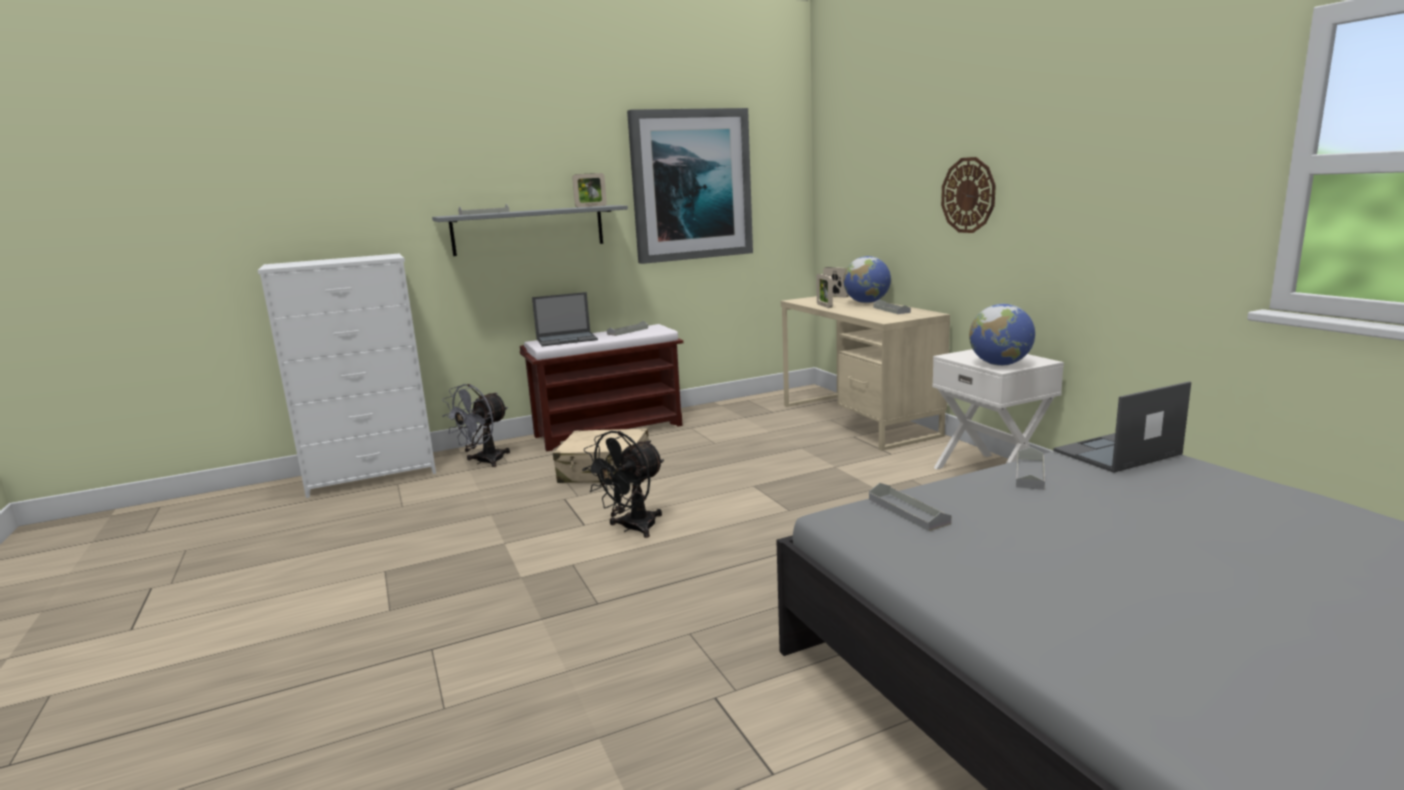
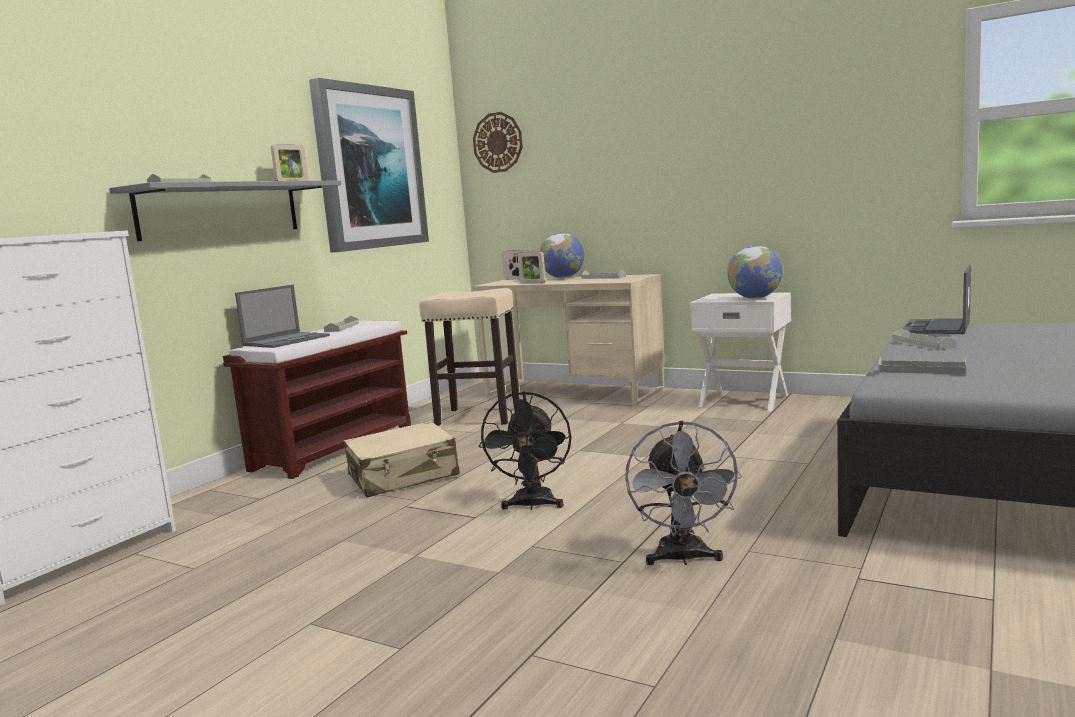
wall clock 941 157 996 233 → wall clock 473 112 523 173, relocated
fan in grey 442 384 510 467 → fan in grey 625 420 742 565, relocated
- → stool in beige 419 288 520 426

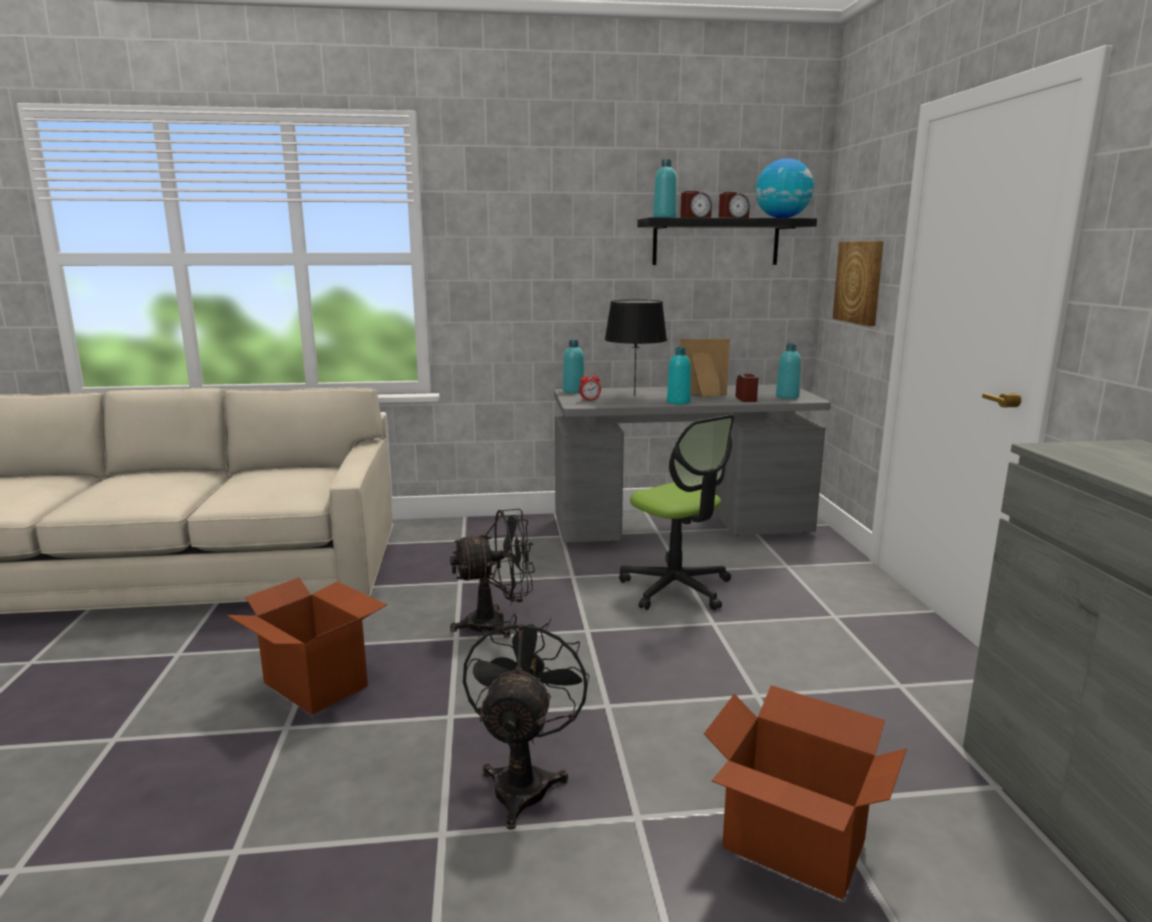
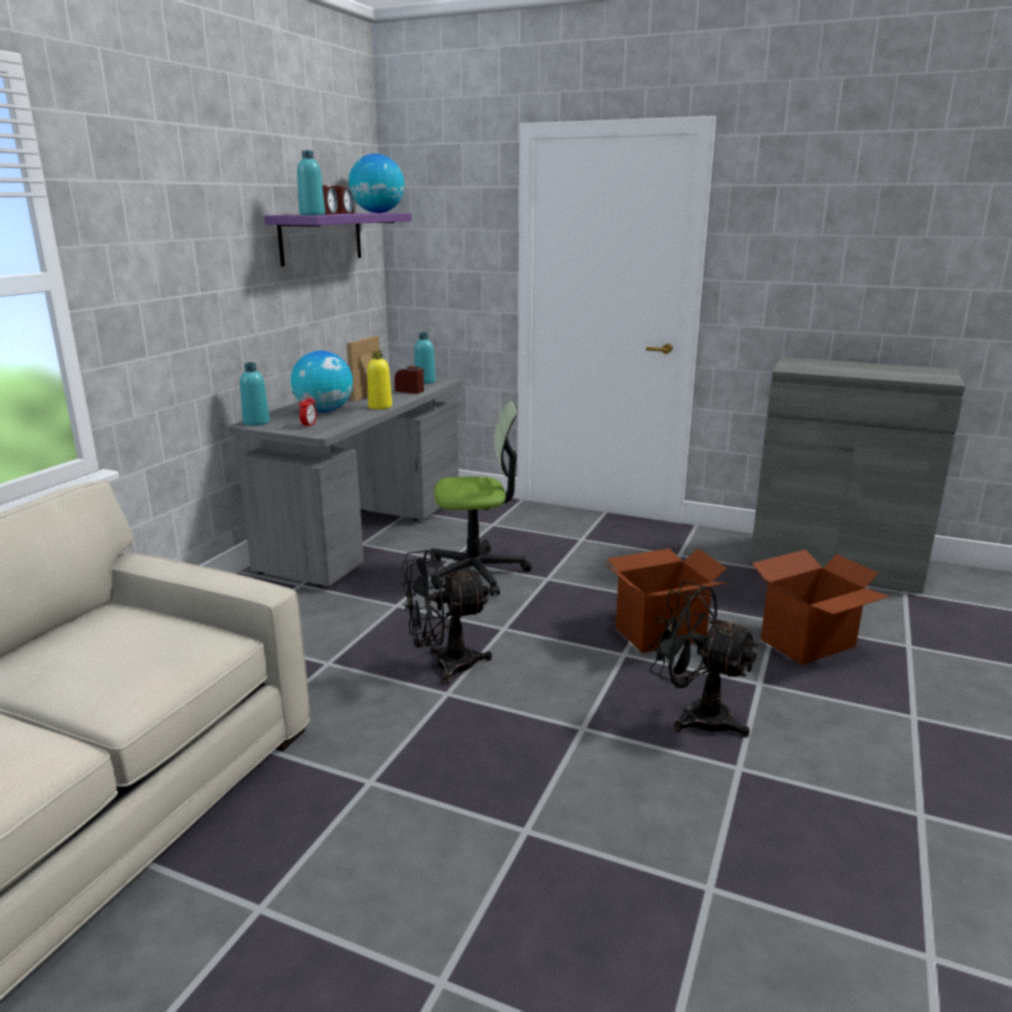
shelf in black 637 218 817 265 → shelf in purple 264 213 412 267
picture 833 241 884 326 → -
table lamp in black 605 300 667 396 → globe 291 351 353 412
bottle in turquoise 667 347 691 404 → bottle in yellow 367 351 392 409
fan in black 450 509 535 638 → fan in black 402 550 492 684, 120 degrees counterclockwise
cardboard box 227 578 387 715 → cardboard box 605 548 728 653, relocated

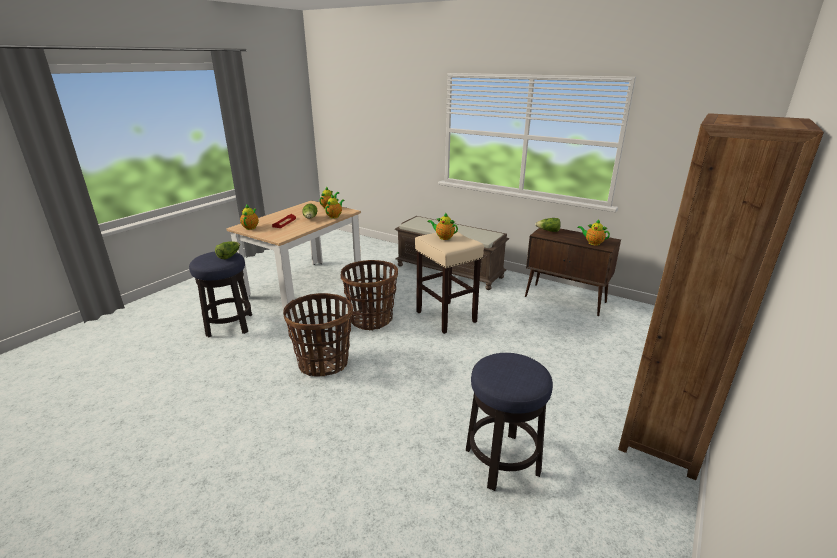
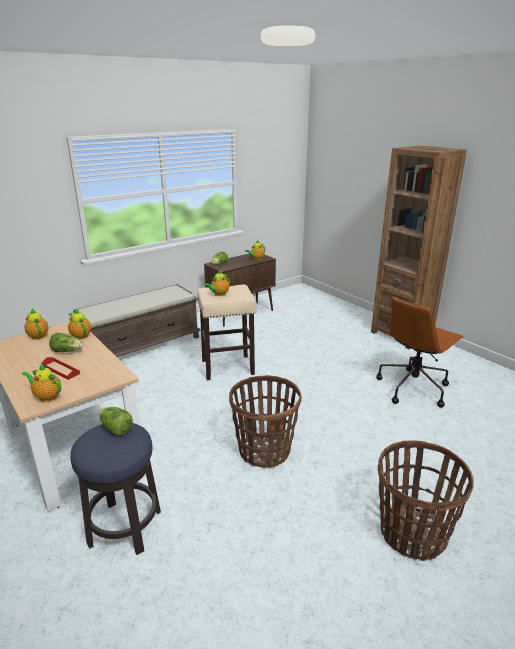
basket 340 260 398 330 → basket 378 440 474 561, relocated
stool 466 353 553 491 → office chair in brown 376 296 464 407

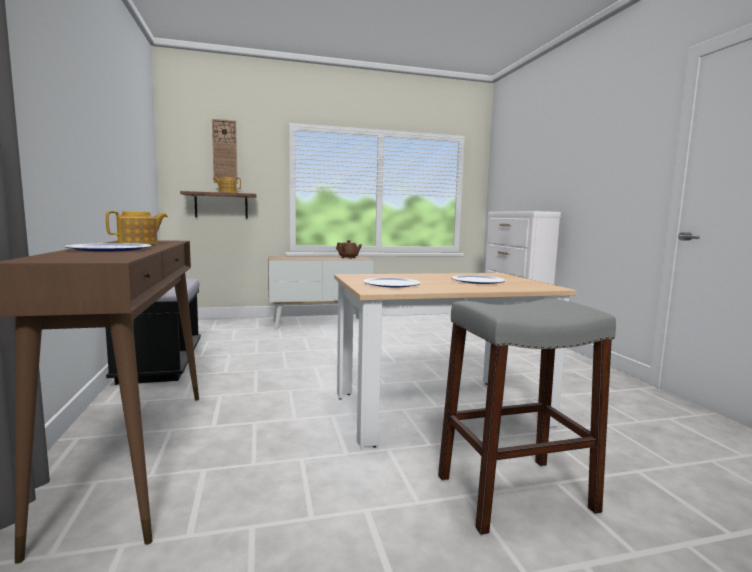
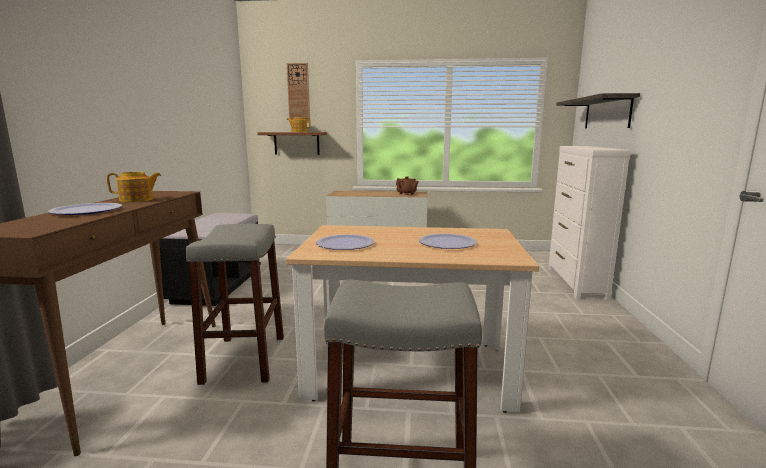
- → shelf 556 93 640 129
- → stool in grey 186 224 284 385

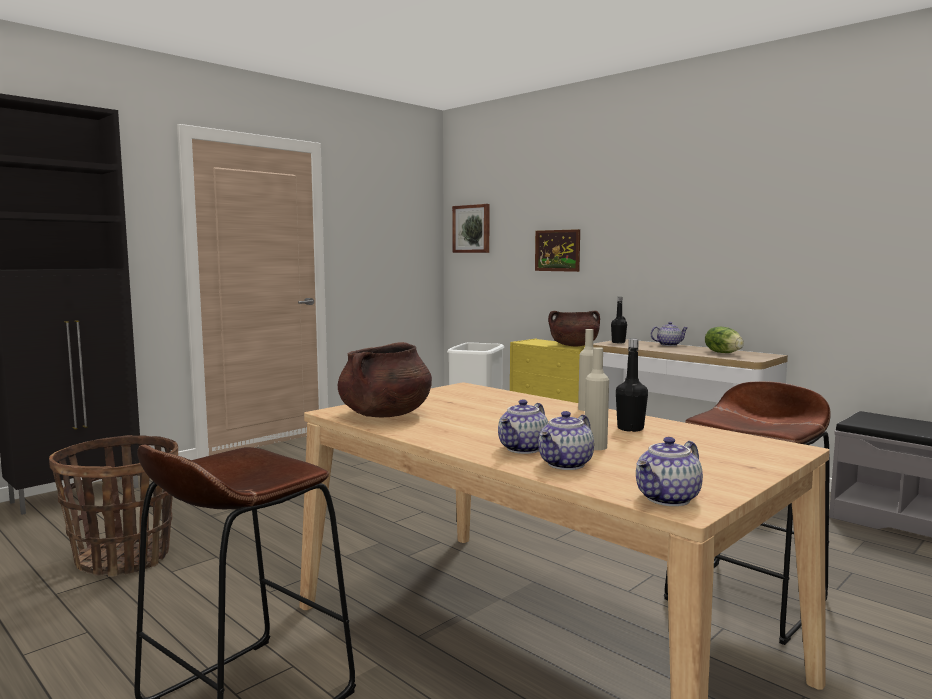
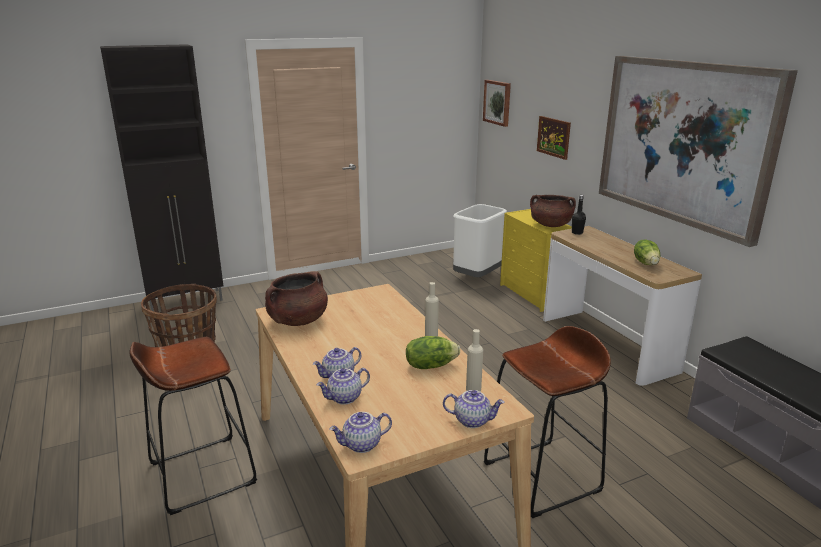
teapot 651 322 688 346 → teapot 443 390 505 428, relocated
bottle in black 616 339 648 432 → lettuce 406 336 460 369
bottle in beige 585 347 609 450 → bottle in beige 466 329 483 392, relocated
- → picture 599 56 798 247

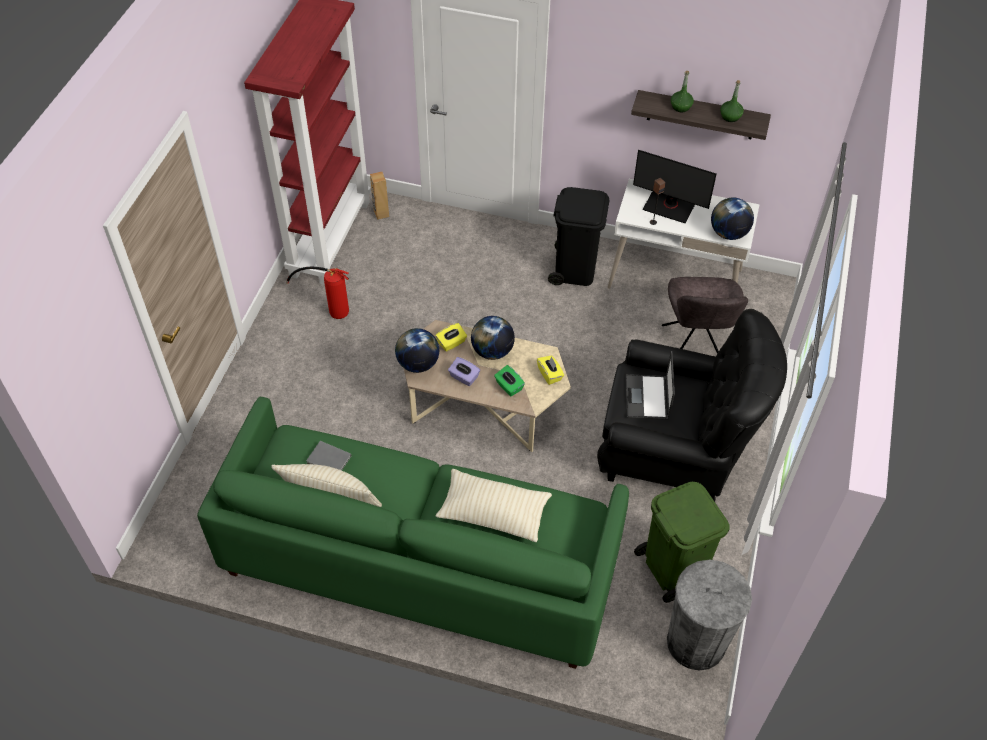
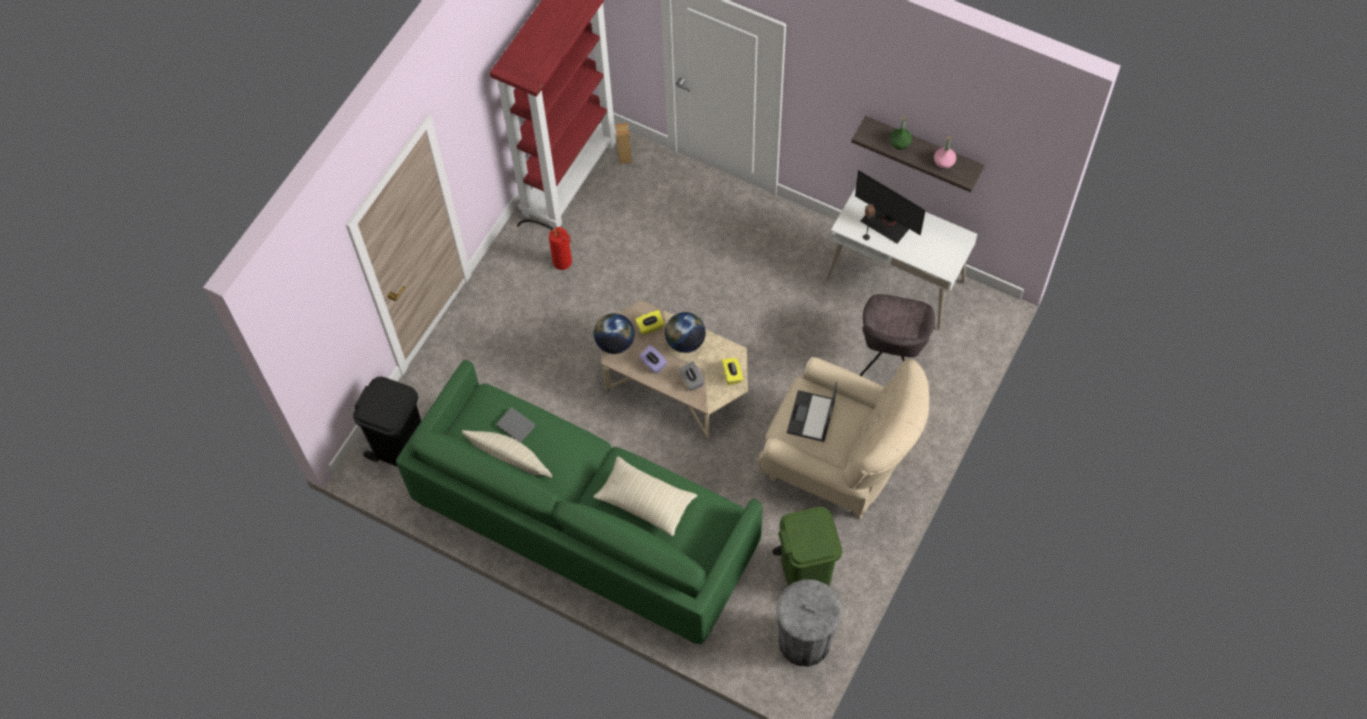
bottle in green 720 80 744 122 → bottle in pink 934 136 956 169
trash can in black 548 187 610 286 → trash can in black 353 377 421 467, relocated
globe 711 198 754 240 → -
armchair in black 597 309 787 501 → armchair in beige 758 357 929 519
tissue box in green 494 365 525 396 → tissue box in grey 679 361 704 391

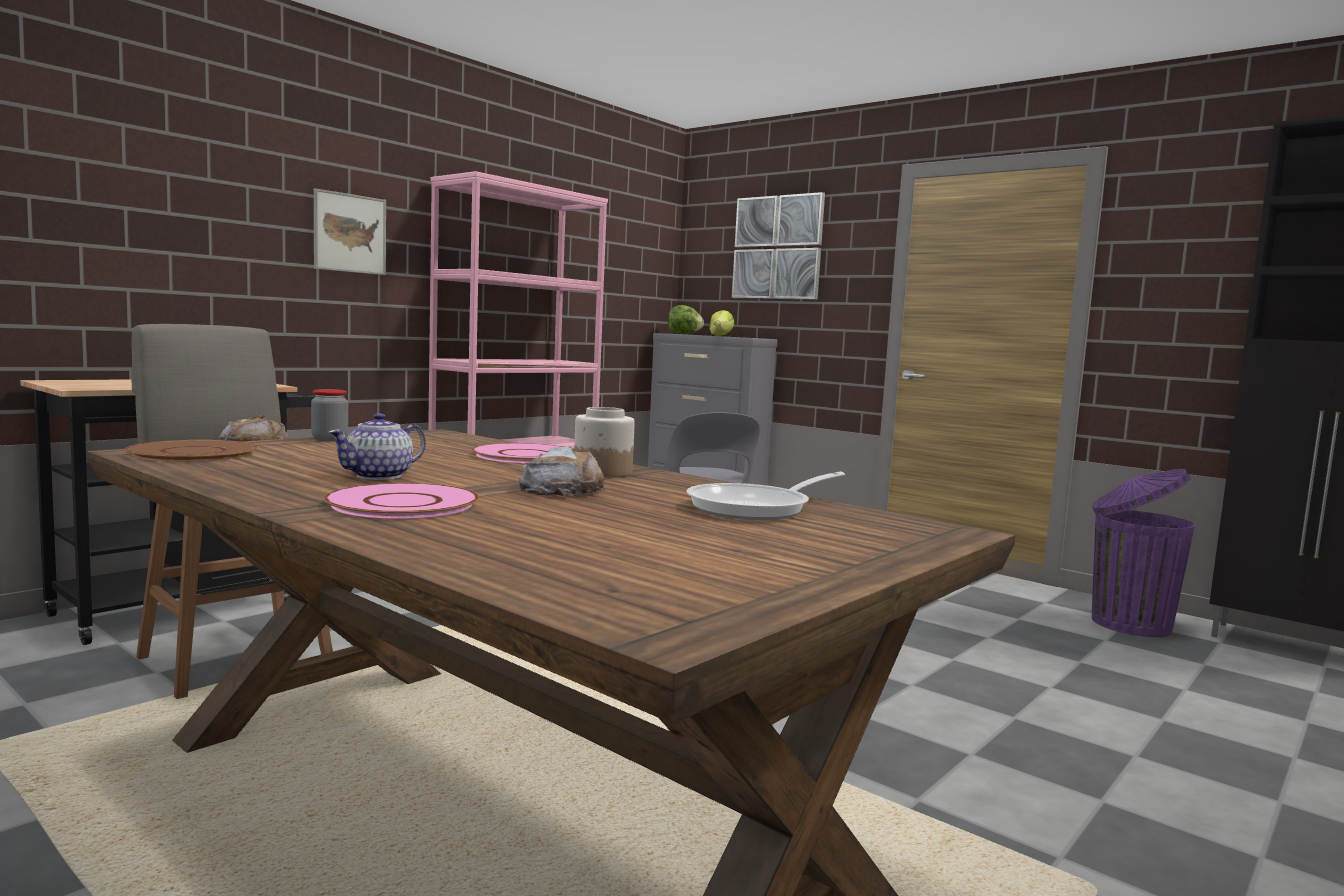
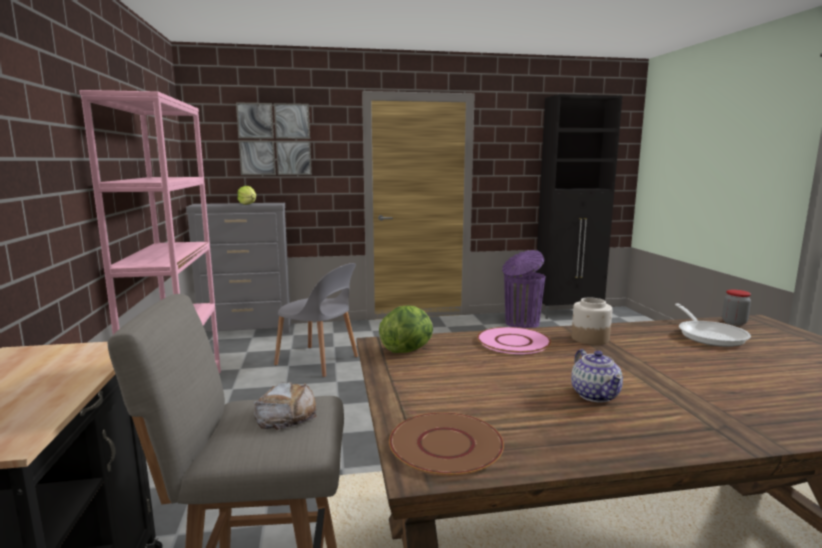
picture 314 188 386 275 → -
lettuce 668 305 704 334 → lettuce 379 306 433 353, relocated
jar 311 389 348 441 → jar 722 290 751 326, relocated
bread 519 446 607 496 → -
plate in pink 323 483 479 519 → -

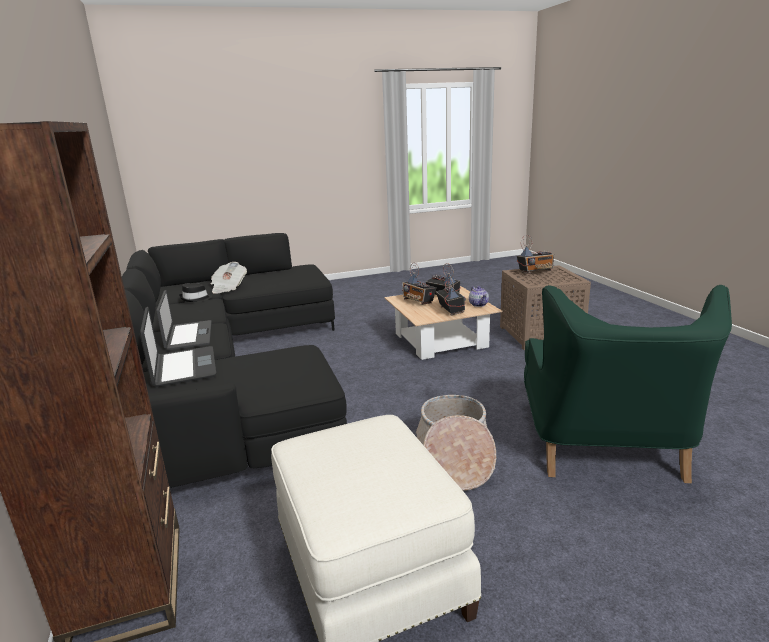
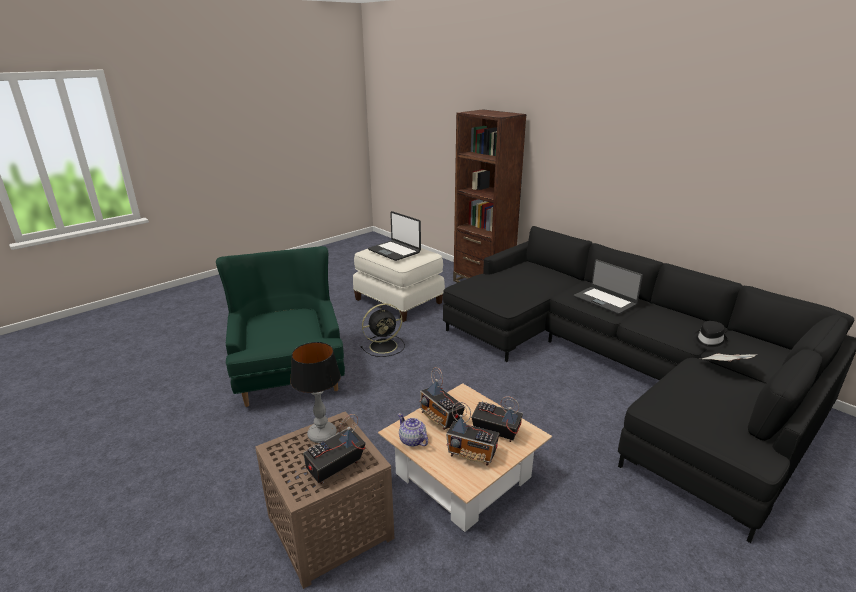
laptop 140 307 216 387 → laptop 368 211 421 261, relocated
basket 416 395 496 491 → fan in black 360 303 405 357
- → table lamp 290 342 341 443

